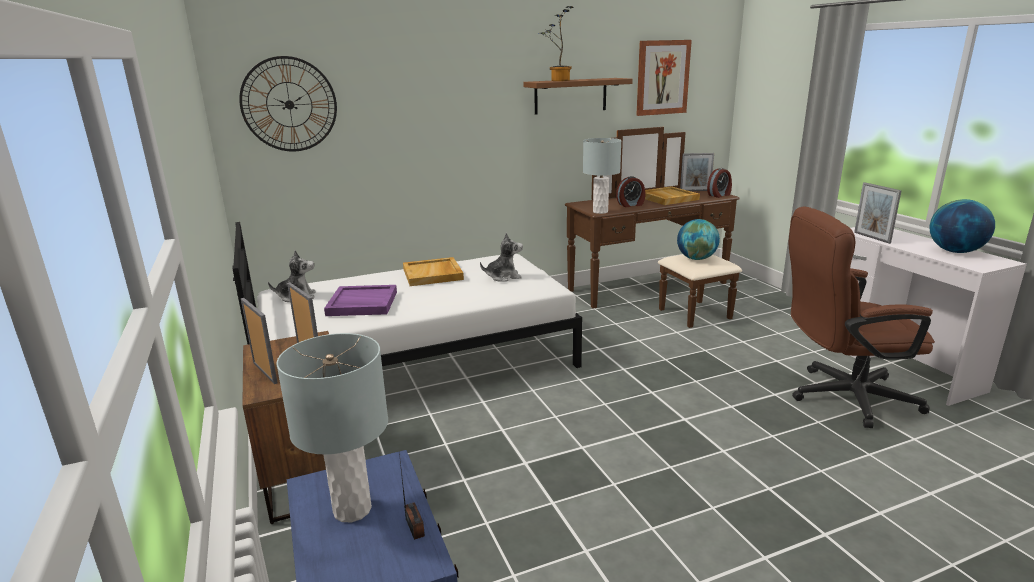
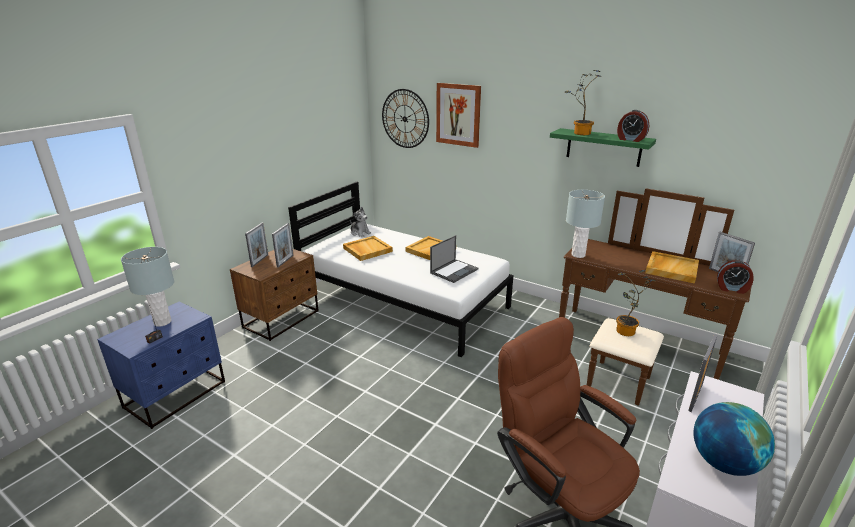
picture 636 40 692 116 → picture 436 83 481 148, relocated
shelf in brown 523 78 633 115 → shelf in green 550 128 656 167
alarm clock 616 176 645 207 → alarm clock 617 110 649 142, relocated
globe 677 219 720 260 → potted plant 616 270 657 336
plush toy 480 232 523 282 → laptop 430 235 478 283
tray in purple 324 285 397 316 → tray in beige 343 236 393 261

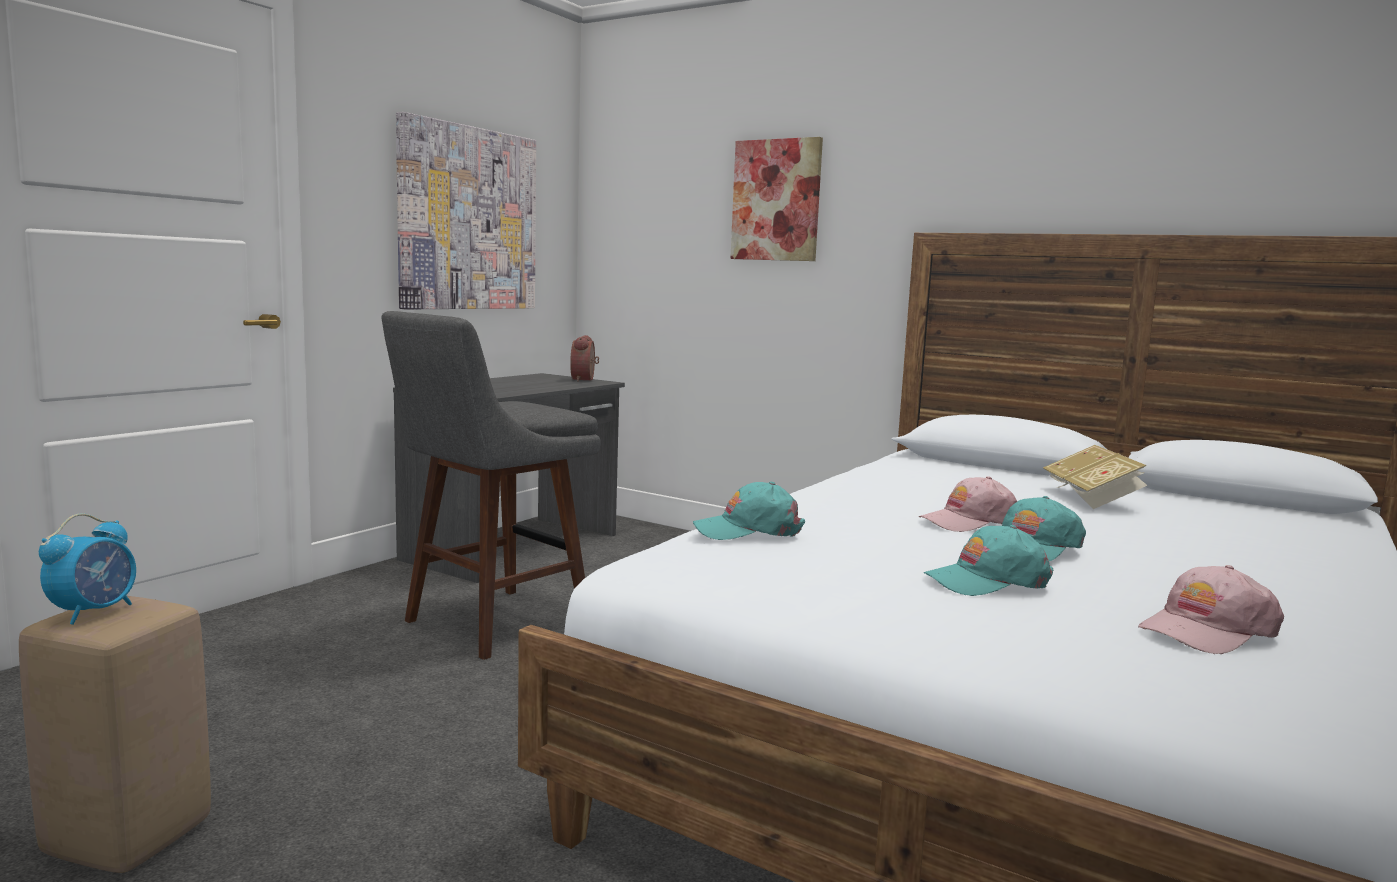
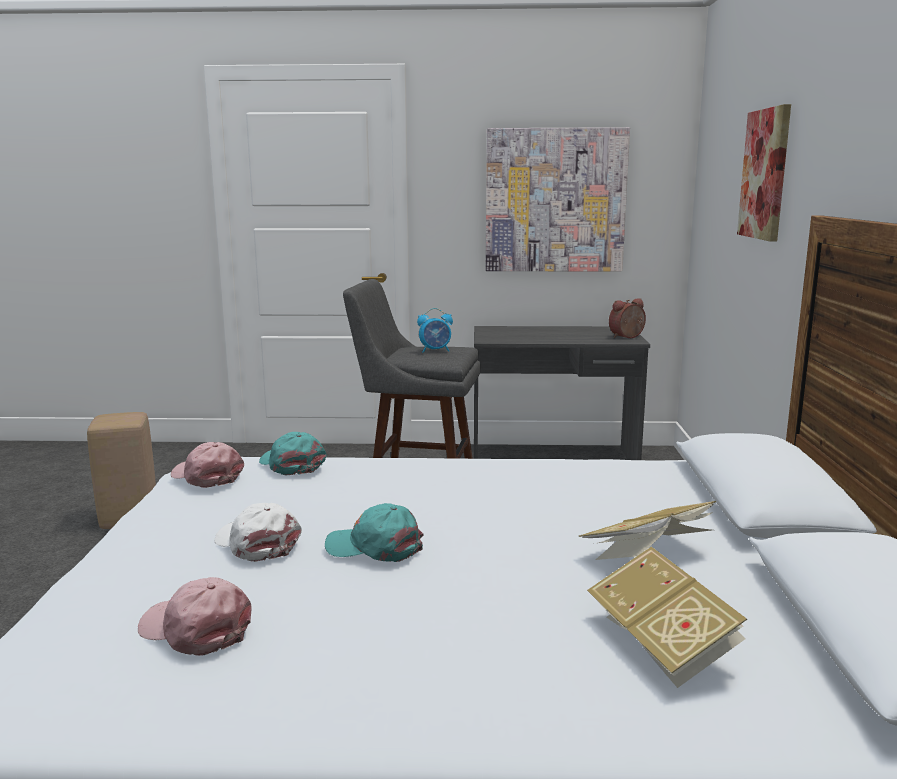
cap in pink 919 476 1017 532 → cap in pink 171 442 244 488, relocated
alarm clock 39 513 136 625 → alarm clock 417 308 453 353, relocated
cap in turquoise 924 525 1054 596 → cap in white 214 503 302 562
- → book 587 546 747 688

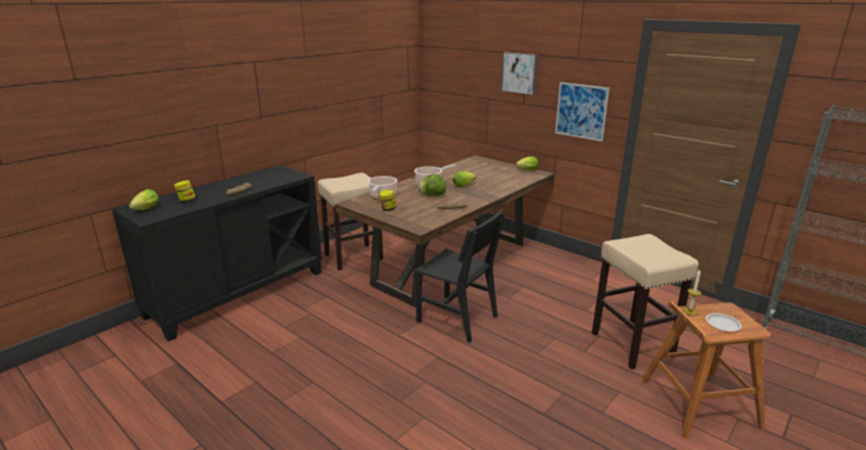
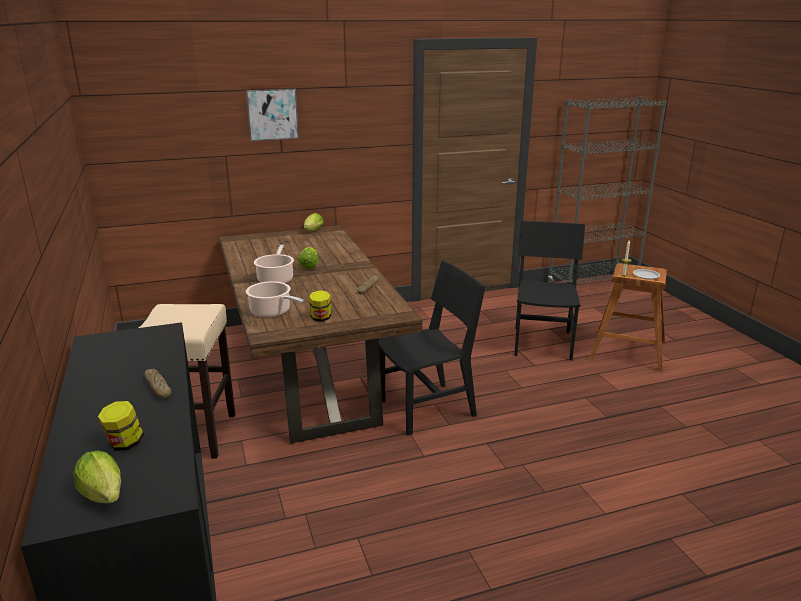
picture 555 82 610 142 → -
lettuce 418 174 446 196 → -
stool in beige 592 234 699 370 → chair in black 514 221 585 361

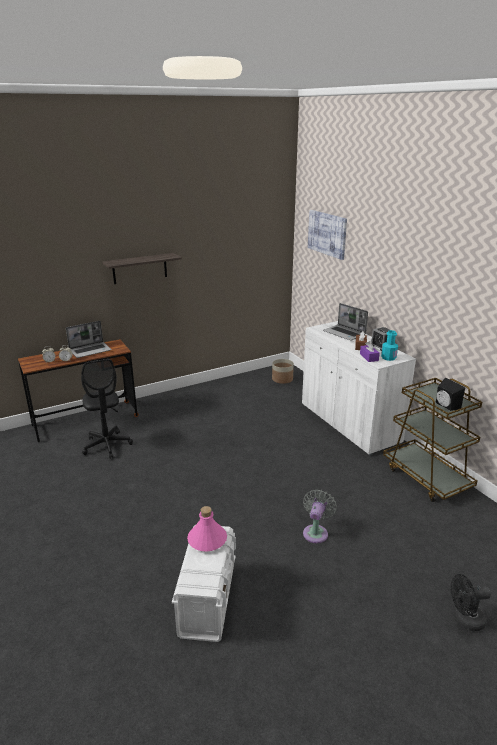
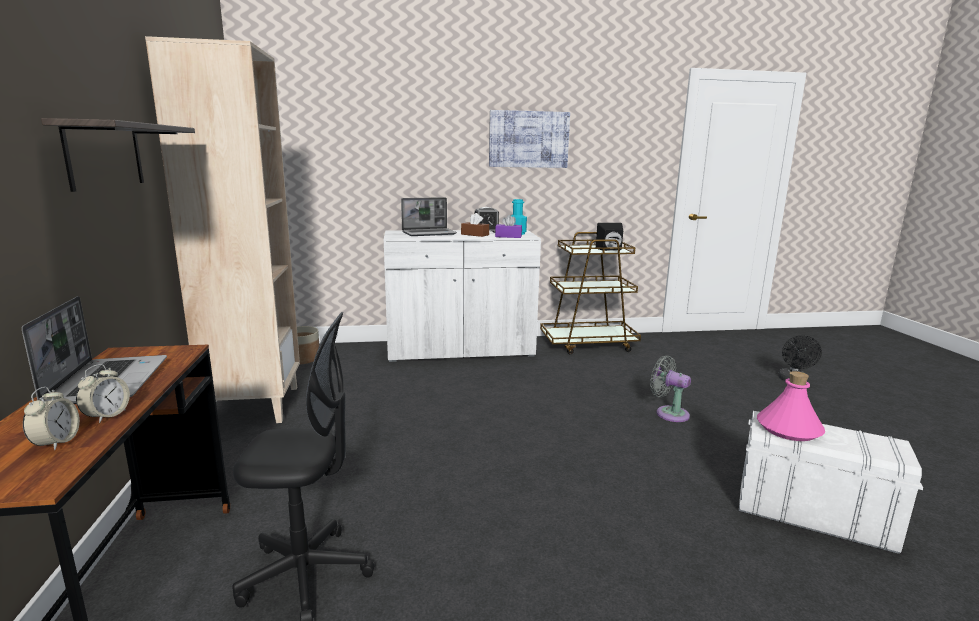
picture 308 210 347 260 → picture 489 110 570 168, relocated
- → bookcase in beige 145 36 300 423

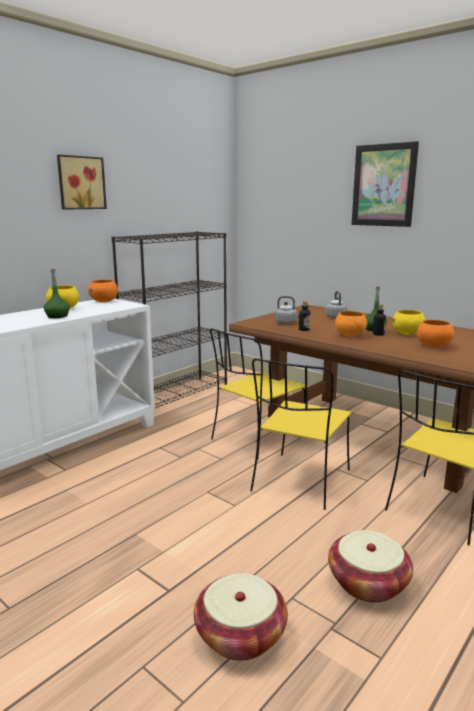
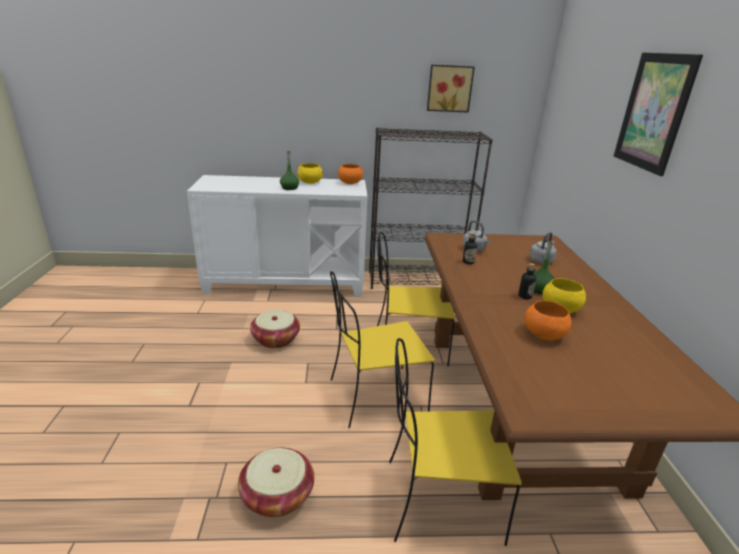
picture 57 154 107 210 → picture 427 65 475 113, relocated
bowl in orange 335 311 367 337 → -
basket 194 573 288 661 → basket 250 310 300 348, relocated

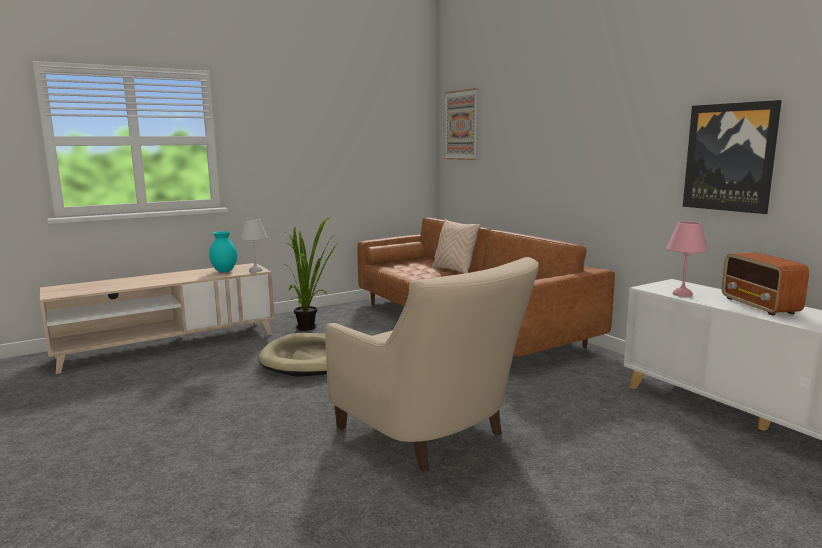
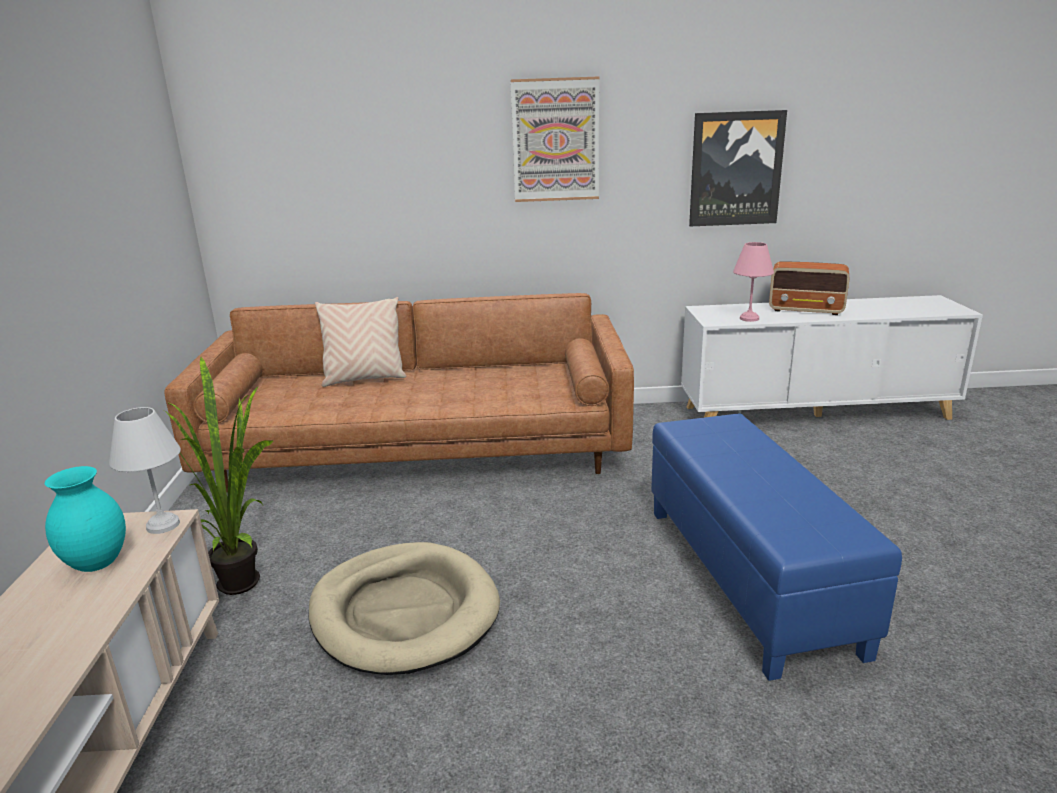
picture 445 88 478 160 → picture 510 76 599 202, relocated
armchair in beige 325 257 539 472 → ottoman in blue 651 413 902 681

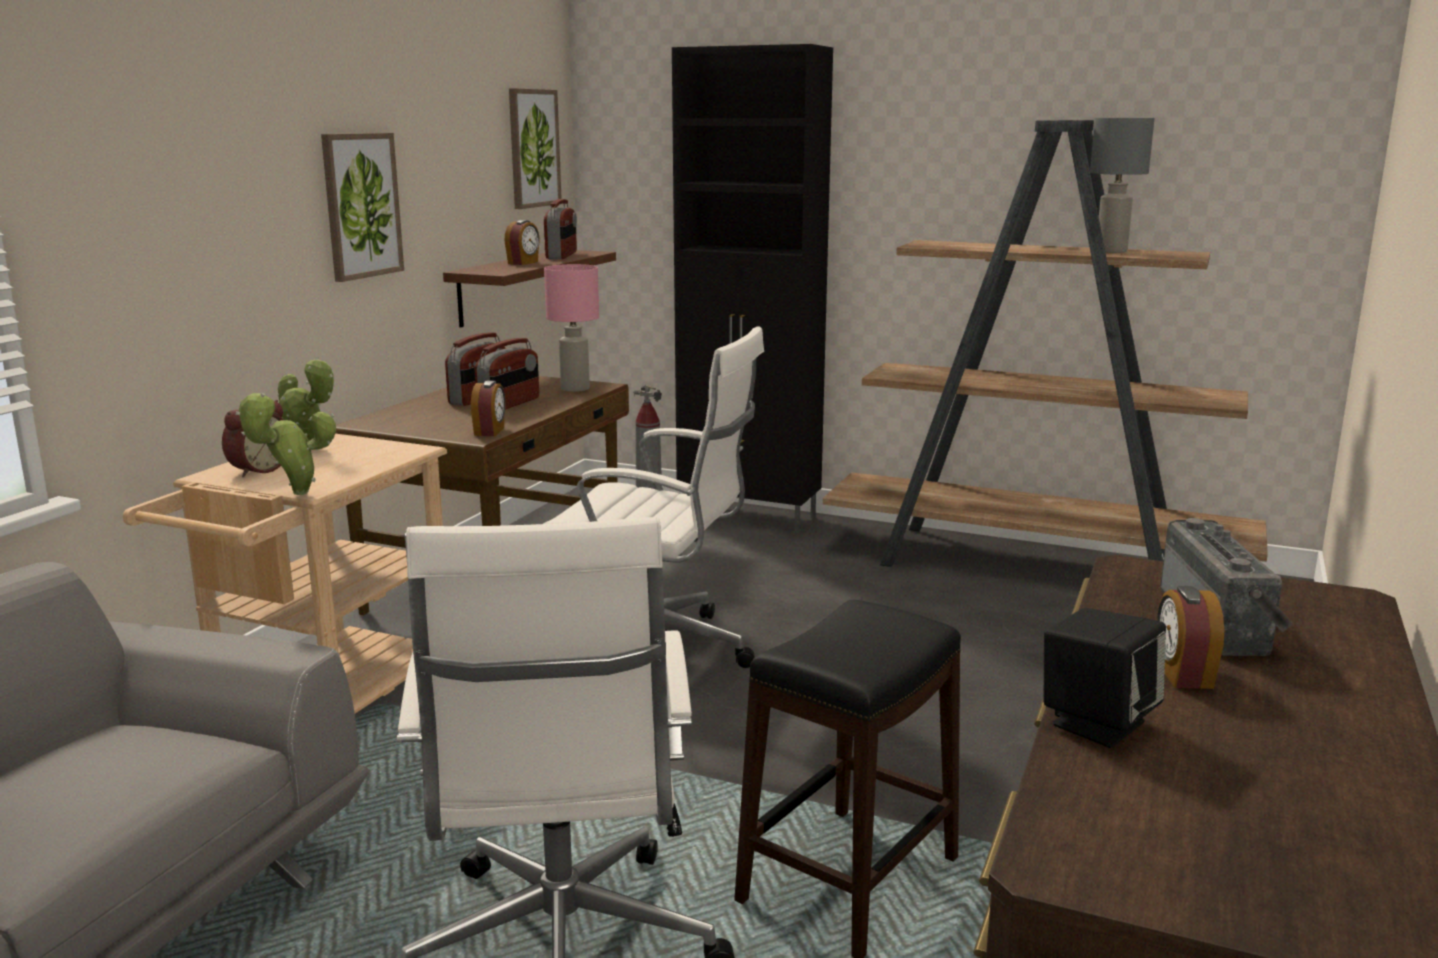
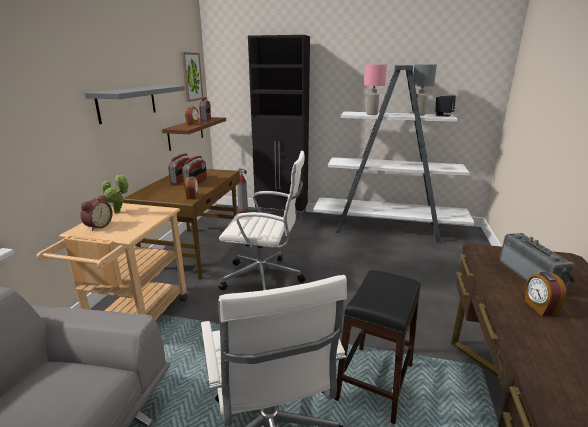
bookcase in brown 823 120 1268 567 → bookcase in white 313 65 475 243
picture 321 133 404 282 → shelf in grey 85 86 185 124
table lamp in pink 544 264 599 392 → table lamp in pink 364 64 387 115, relocated
potted plant 236 393 336 495 → -
speaker in black 1043 608 1166 748 → speaker in black 435 95 456 117, relocated

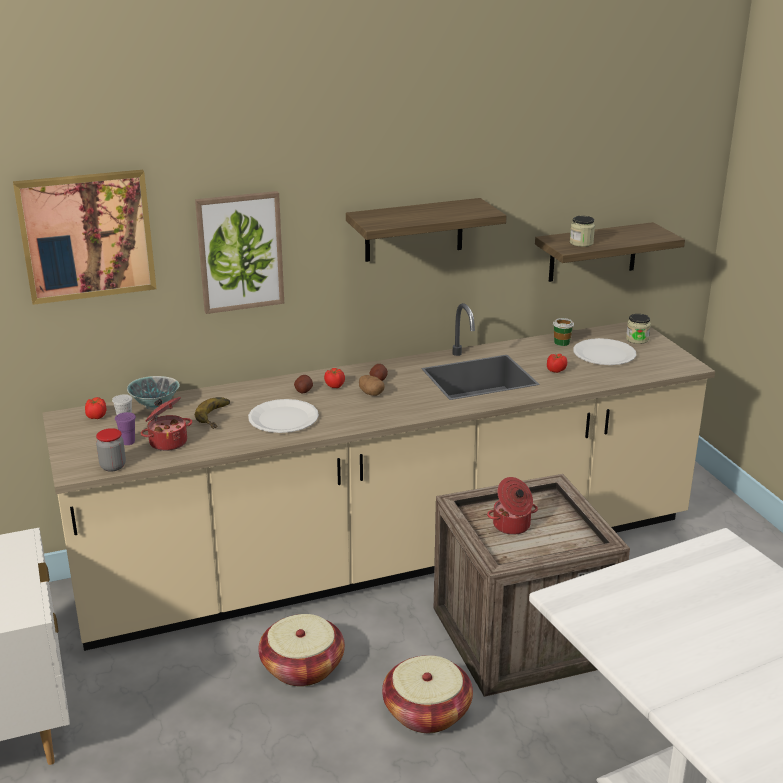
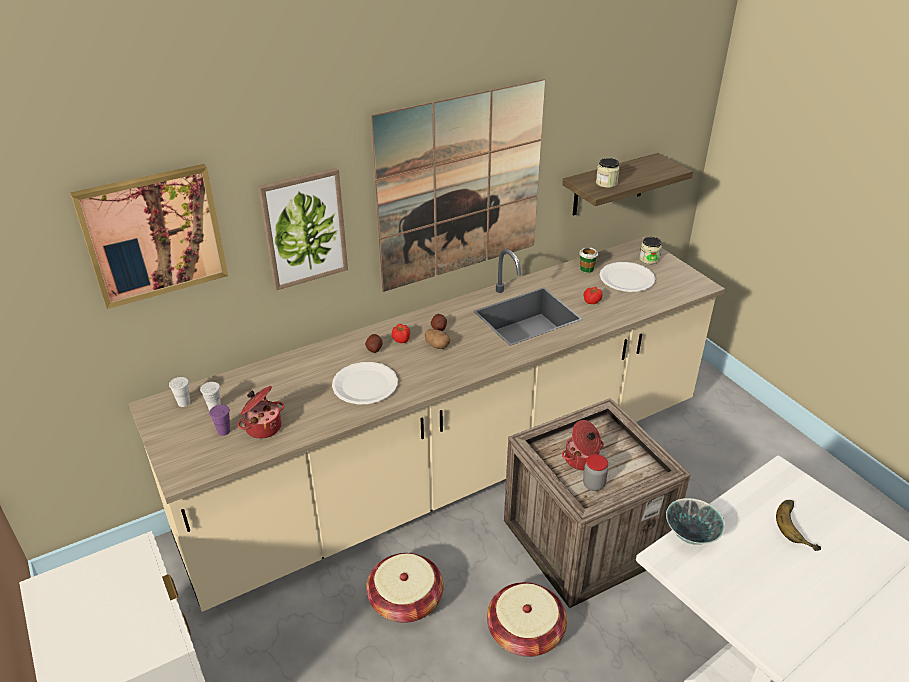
shelf 346 198 507 262 → picture 371 79 545 292
bowl 127 376 180 410 → bowl 666 498 725 545, relocated
tomato 85 397 106 419 → cup in white 169 377 190 407
banana 195 397 230 429 → banana 776 500 821 551, relocated
jar 96 428 126 472 → jar 583 454 608 491, relocated

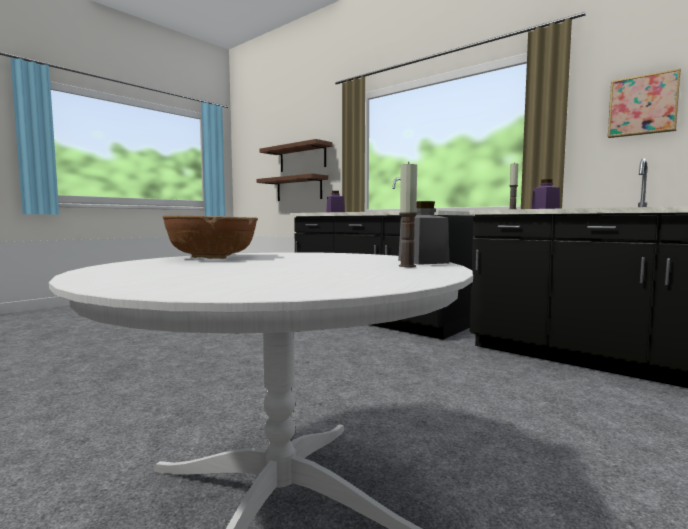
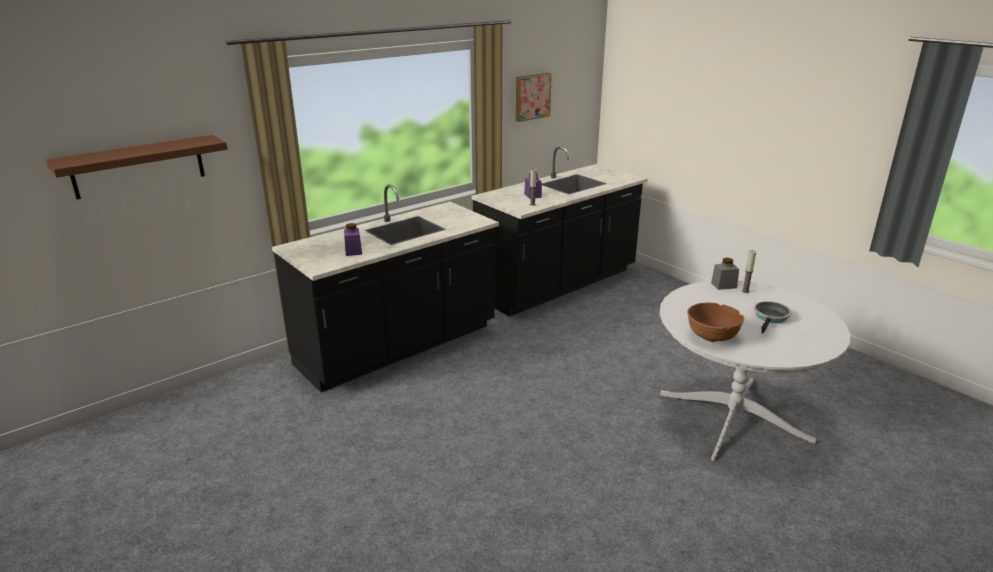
shelf in brown 257 173 328 201 → -
- → frying pan 754 301 792 334

